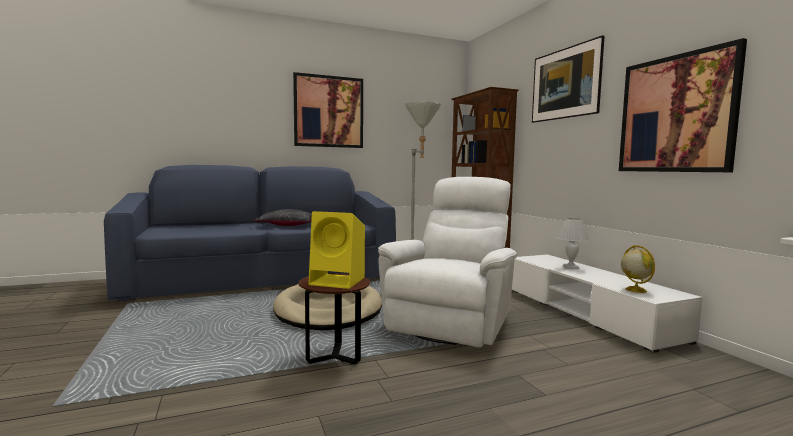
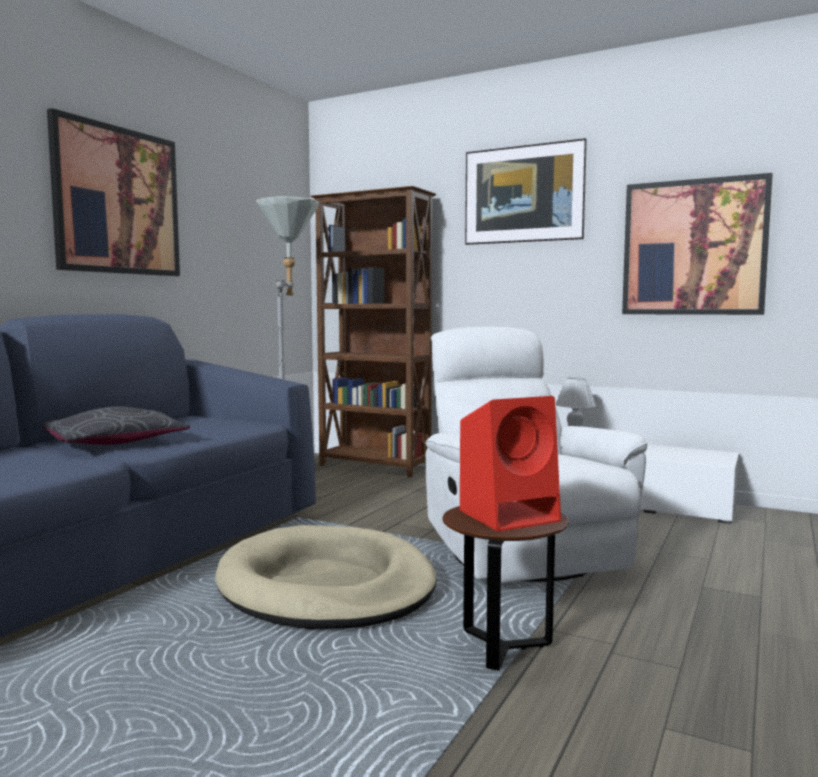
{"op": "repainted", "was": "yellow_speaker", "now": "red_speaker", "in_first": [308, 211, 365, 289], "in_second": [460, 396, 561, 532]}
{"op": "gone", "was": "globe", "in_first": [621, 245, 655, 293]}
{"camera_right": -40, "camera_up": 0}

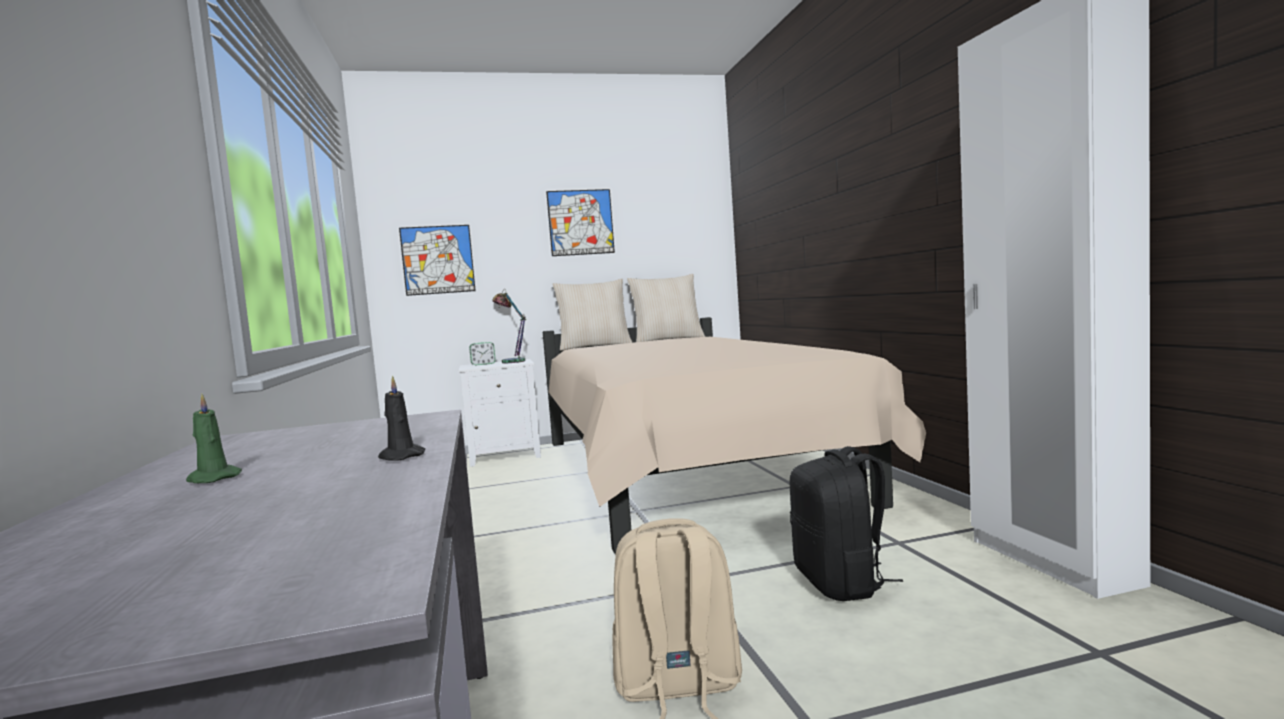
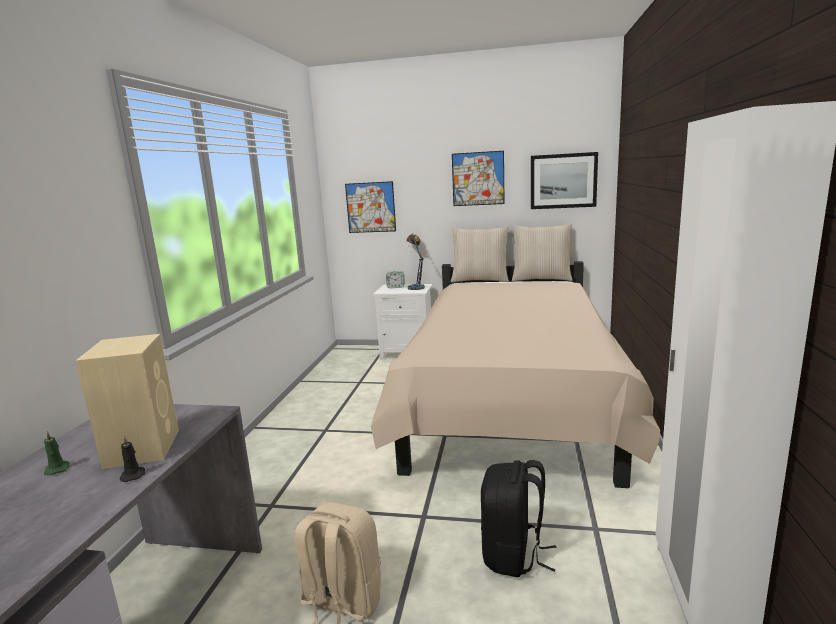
{"op": "new", "now": "beige_speaker", "in_second": [76, 334, 179, 469]}
{"op": "new", "now": "picture", "in_second": [531, 152, 598, 209]}
{"camera_right": 25, "camera_up": 10}

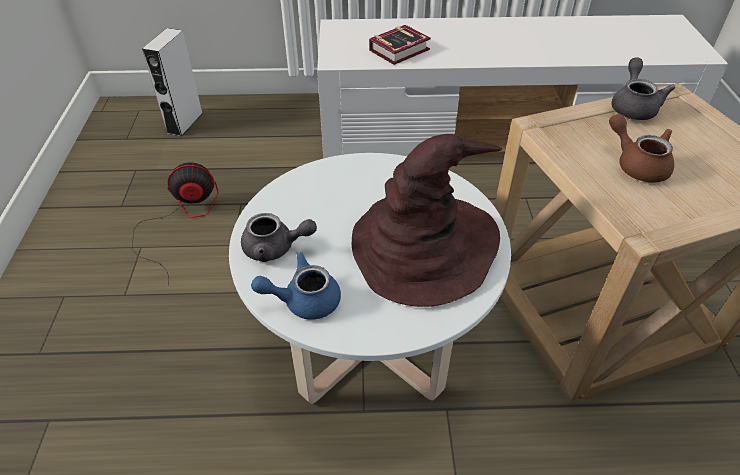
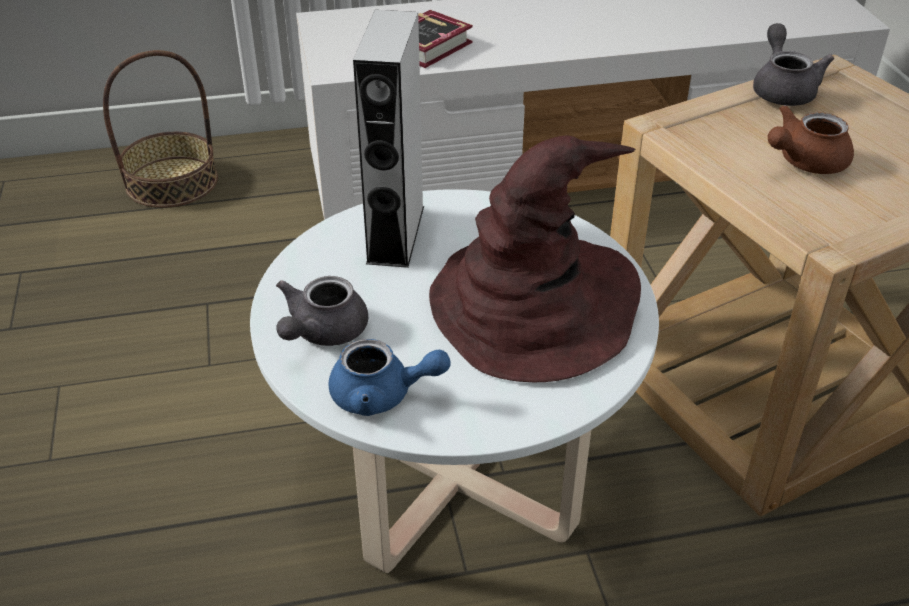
{"op": "gone", "was": "fan", "in_first": [132, 163, 219, 286]}
{"op": "shifted", "was": "grey_speaker", "in_first": [142, 28, 203, 137], "in_second": [353, 10, 424, 268]}
{"op": "rotated", "was": "grey_teapot", "in_first": [241, 213, 317, 262], "in_second": [276, 276, 368, 346], "clockwise": 120}
{"op": "rotated", "was": "blue_teapot", "in_first": [251, 252, 341, 320], "in_second": [328, 339, 450, 416], "clockwise": -150}
{"op": "rotated", "was": "brown_teapot", "in_first": [609, 114, 674, 183], "in_second": [768, 105, 854, 174], "clockwise": -75}
{"op": "new", "now": "basket", "in_second": [103, 50, 218, 208]}
{"camera_right": -10, "camera_up": -5}

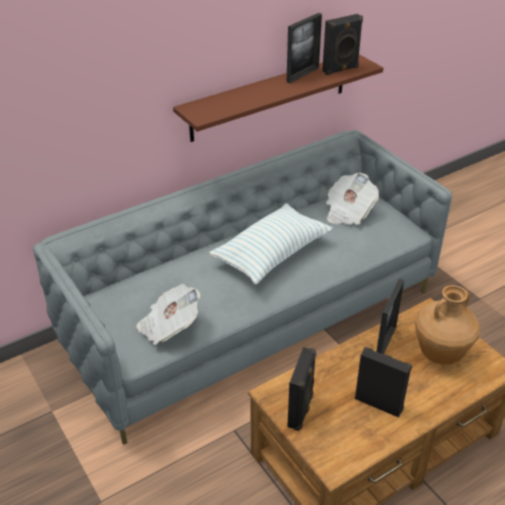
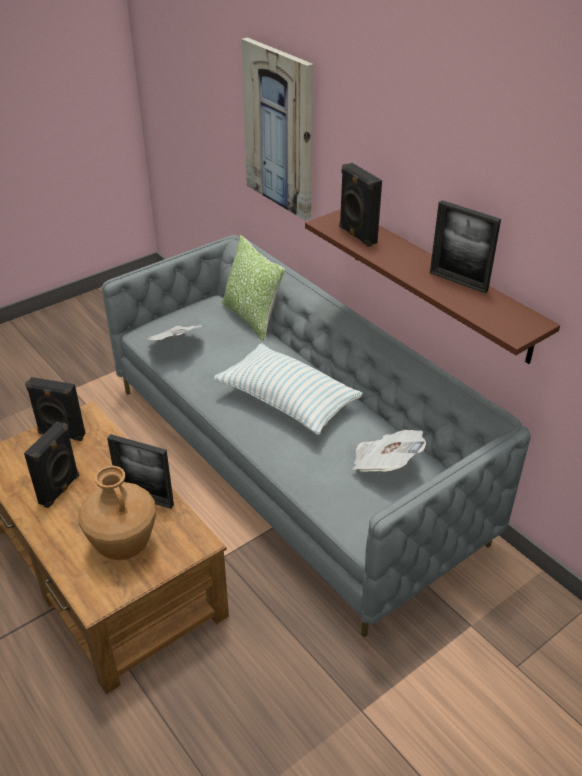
{"op": "shifted", "was": "black_speaker", "in_first": [322, 14, 363, 75], "in_second": [339, 163, 382, 247]}
{"op": "new", "now": "pillow", "in_second": [222, 235, 285, 341]}
{"op": "new", "now": "picture", "in_second": [241, 37, 314, 221]}
{"camera_right": 85, "camera_up": 0}

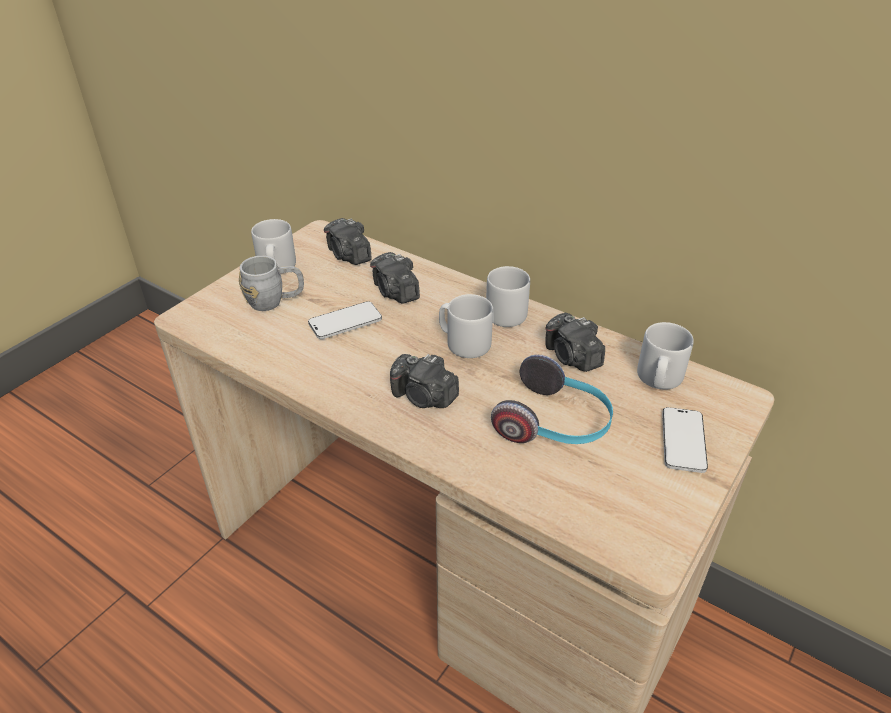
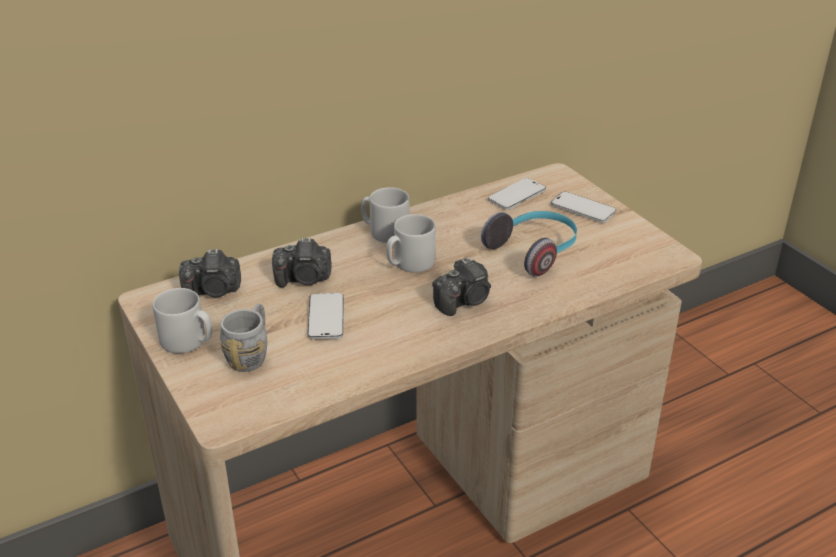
{"op": "gone", "was": "photo_camera", "in_first": [546, 313, 605, 372]}
{"op": "swapped", "was": "grey_mug", "now": "phone", "in_first": [637, 322, 694, 390], "in_second": [488, 178, 546, 210]}
{"camera_right": -65, "camera_up": -5}

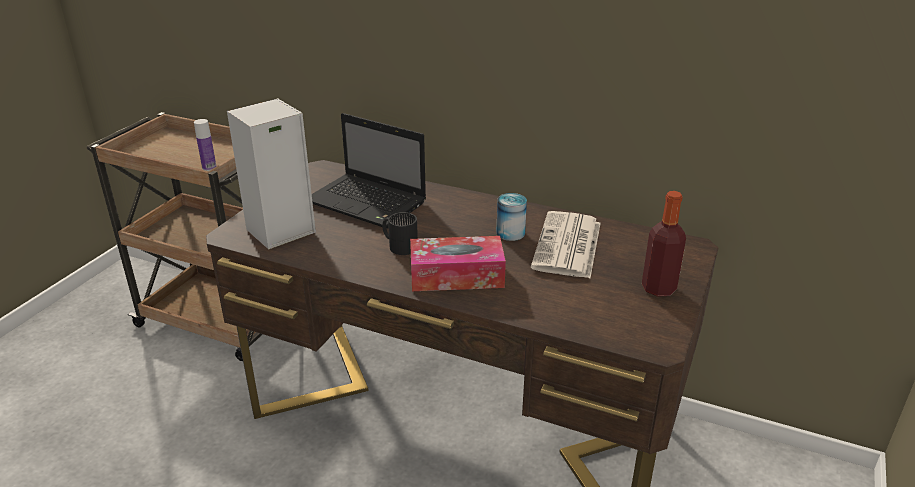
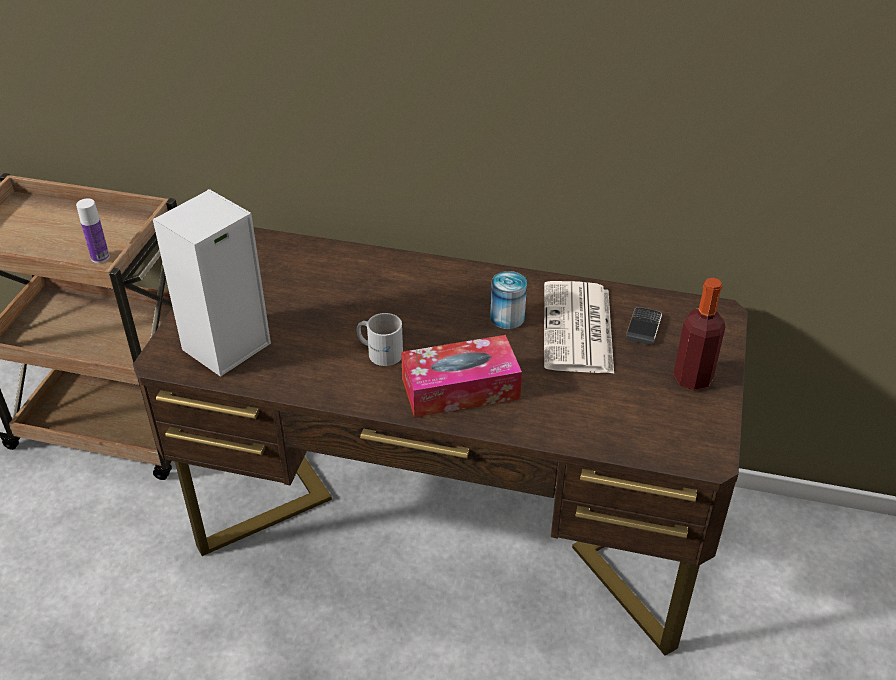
{"op": "gone", "was": "laptop", "in_first": [312, 113, 426, 229]}
{"op": "repainted", "was": "black_mug", "now": "white_mug", "in_first": [382, 212, 418, 255], "in_second": [356, 313, 403, 366]}
{"op": "new", "now": "phone", "in_second": [626, 307, 662, 345]}
{"camera_right": -10, "camera_up": 10}

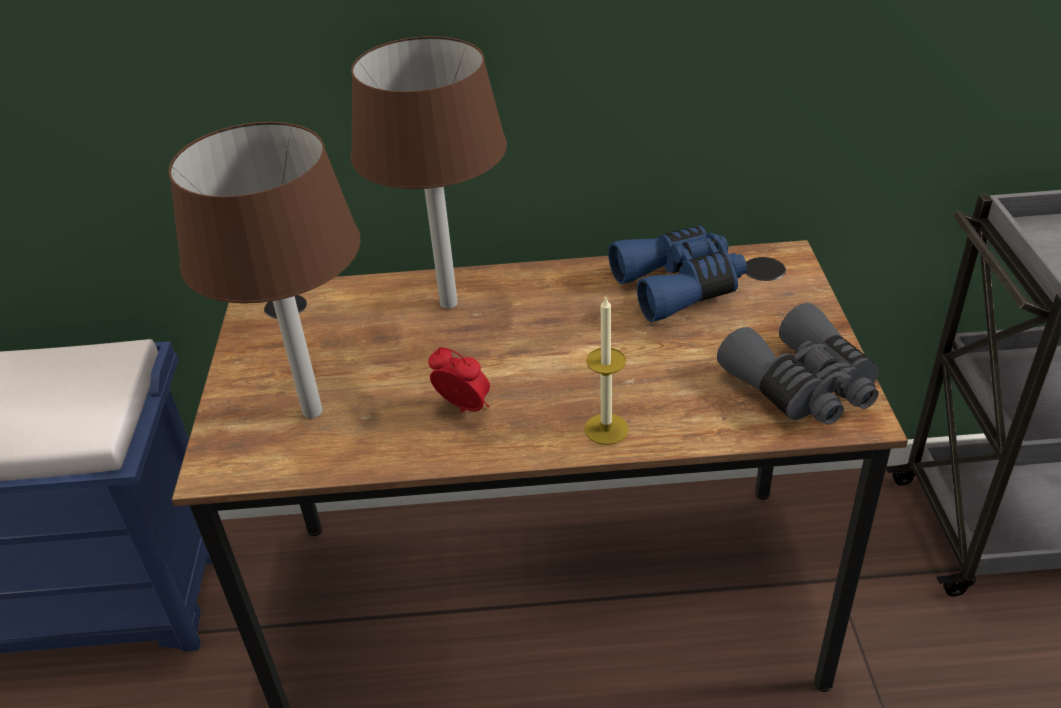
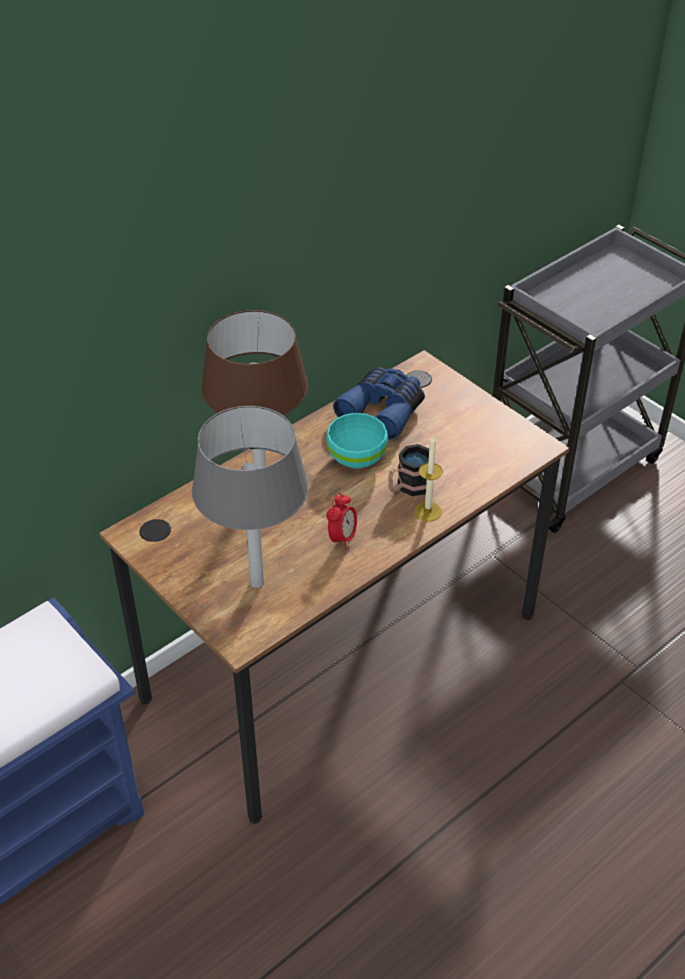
{"op": "repainted", "was": "brown_table_lamp", "now": "grey_table_lamp", "in_first": [169, 122, 361, 418], "in_second": [192, 406, 309, 588]}
{"op": "rotated", "was": "alarm_clock", "in_first": [428, 347, 490, 412], "in_second": [326, 493, 357, 550], "clockwise": 120}
{"op": "gone", "was": "grey_binoculars", "in_first": [717, 303, 879, 424]}
{"op": "new", "now": "turquoise_bowl", "in_second": [326, 413, 388, 469]}
{"op": "new", "now": "mug", "in_second": [388, 444, 429, 496]}
{"camera_right": -40, "camera_up": 5}

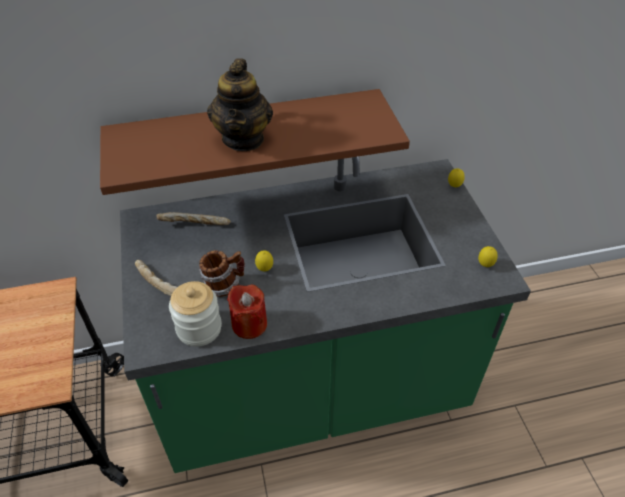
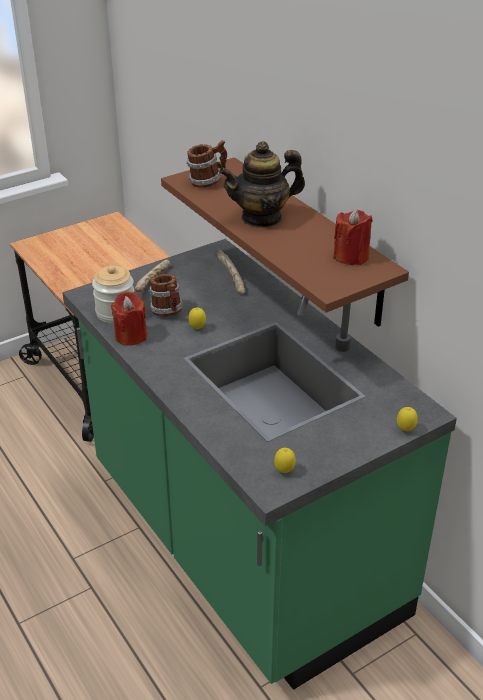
{"op": "new", "now": "mug", "in_second": [186, 140, 227, 188]}
{"op": "new", "now": "red_candle", "in_second": [333, 209, 373, 265]}
{"camera_right": 70, "camera_up": -10}

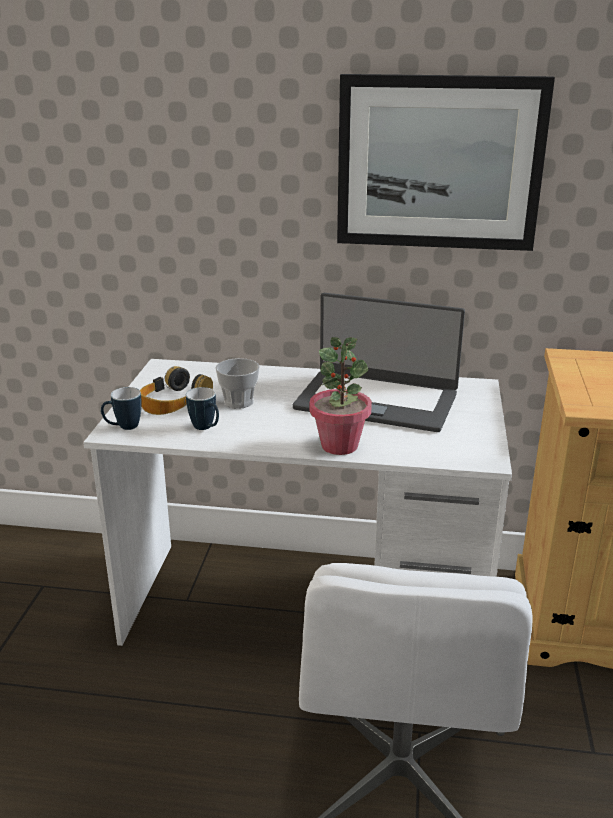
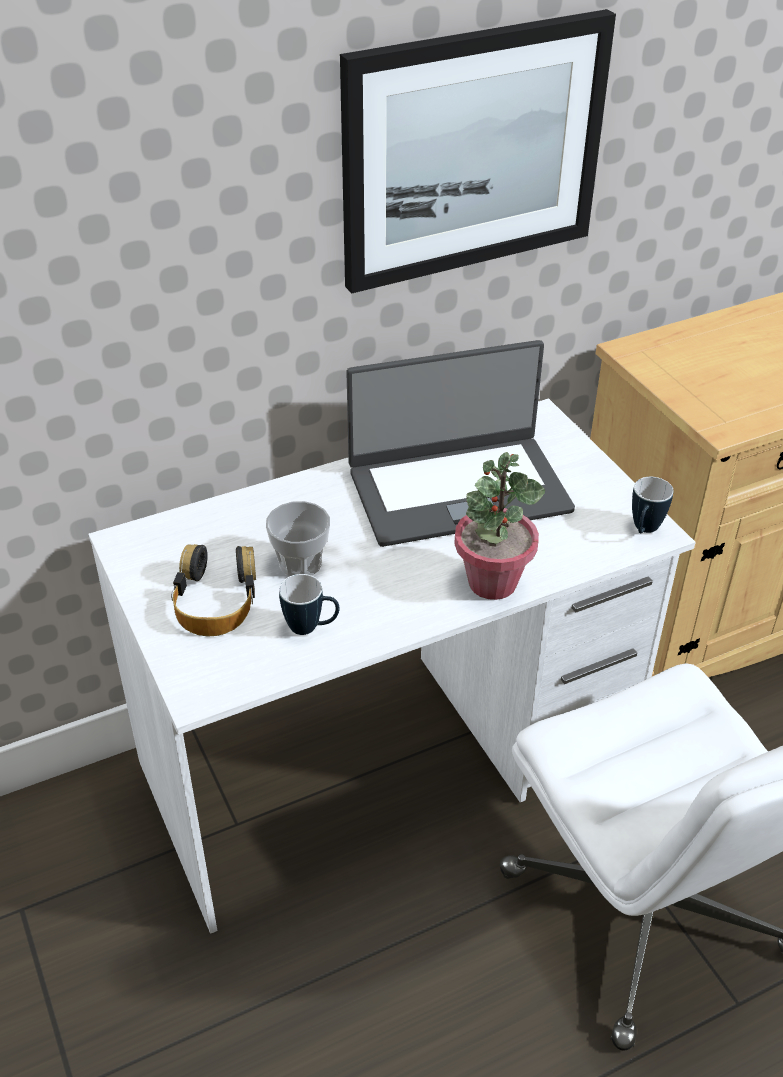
{"op": "shifted", "was": "mug", "in_first": [101, 387, 141, 430], "in_second": [632, 477, 674, 534]}
{"camera_right": -35, "camera_up": 15}

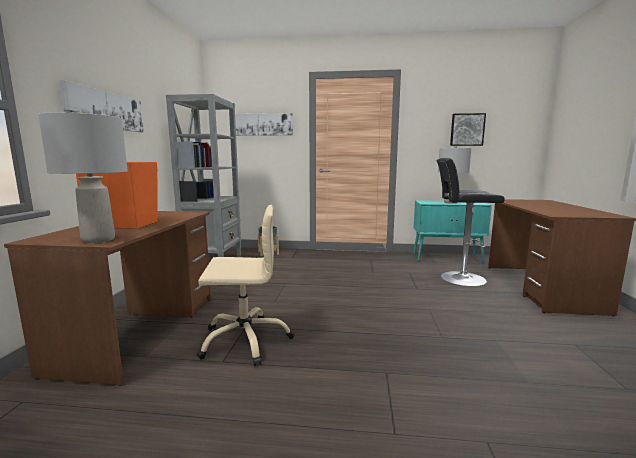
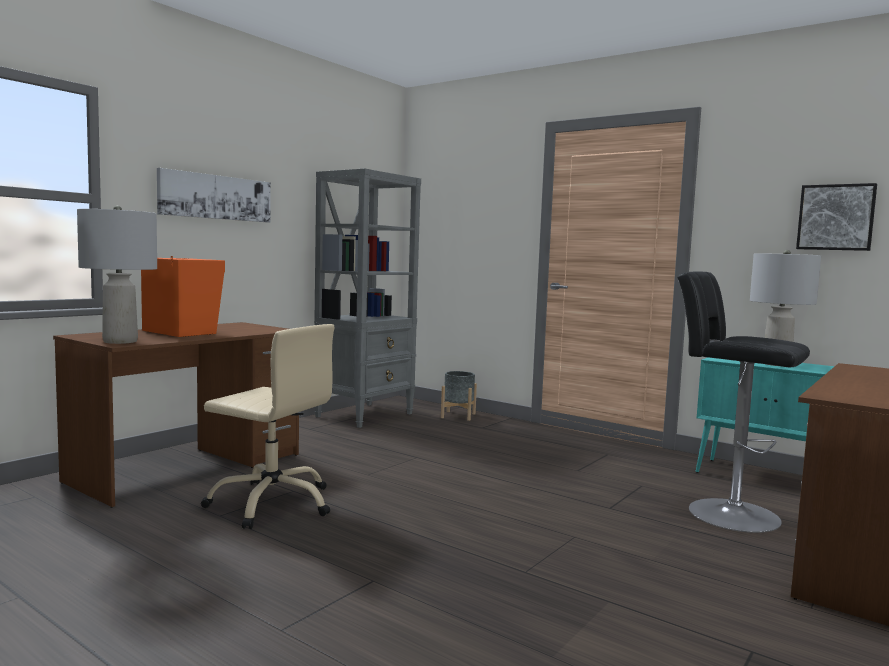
{"op": "gone", "was": "picture", "in_first": [235, 113, 293, 136]}
{"camera_right": 30, "camera_up": -5}

